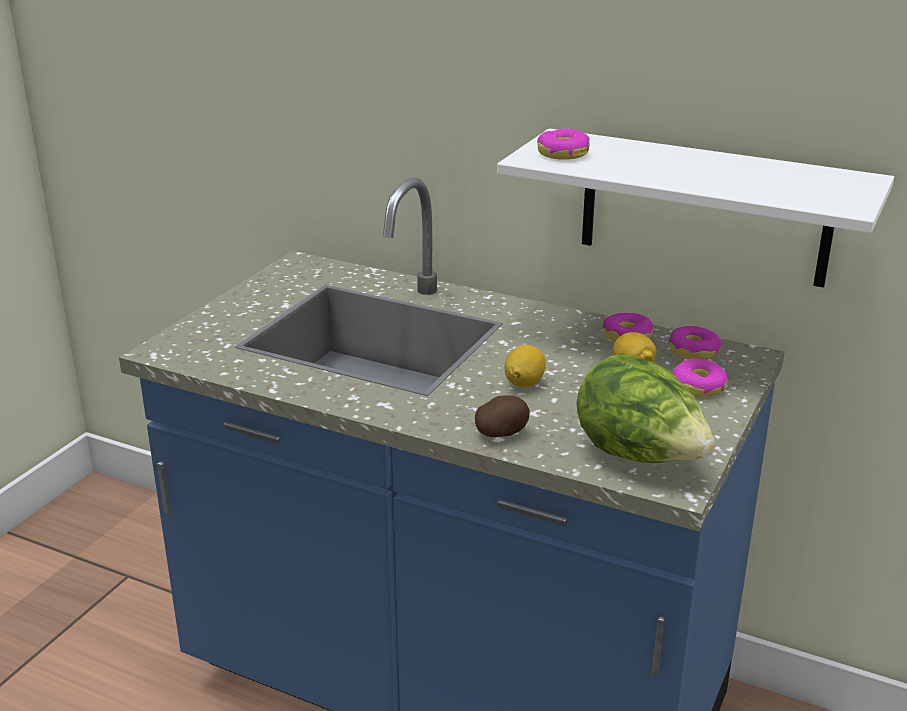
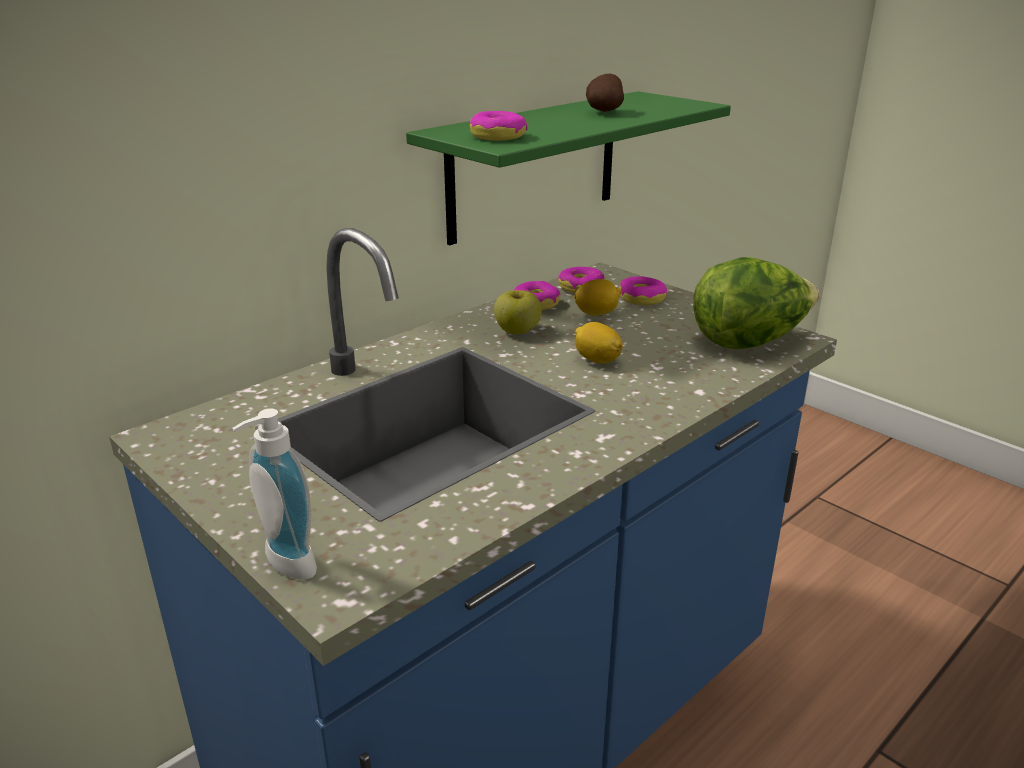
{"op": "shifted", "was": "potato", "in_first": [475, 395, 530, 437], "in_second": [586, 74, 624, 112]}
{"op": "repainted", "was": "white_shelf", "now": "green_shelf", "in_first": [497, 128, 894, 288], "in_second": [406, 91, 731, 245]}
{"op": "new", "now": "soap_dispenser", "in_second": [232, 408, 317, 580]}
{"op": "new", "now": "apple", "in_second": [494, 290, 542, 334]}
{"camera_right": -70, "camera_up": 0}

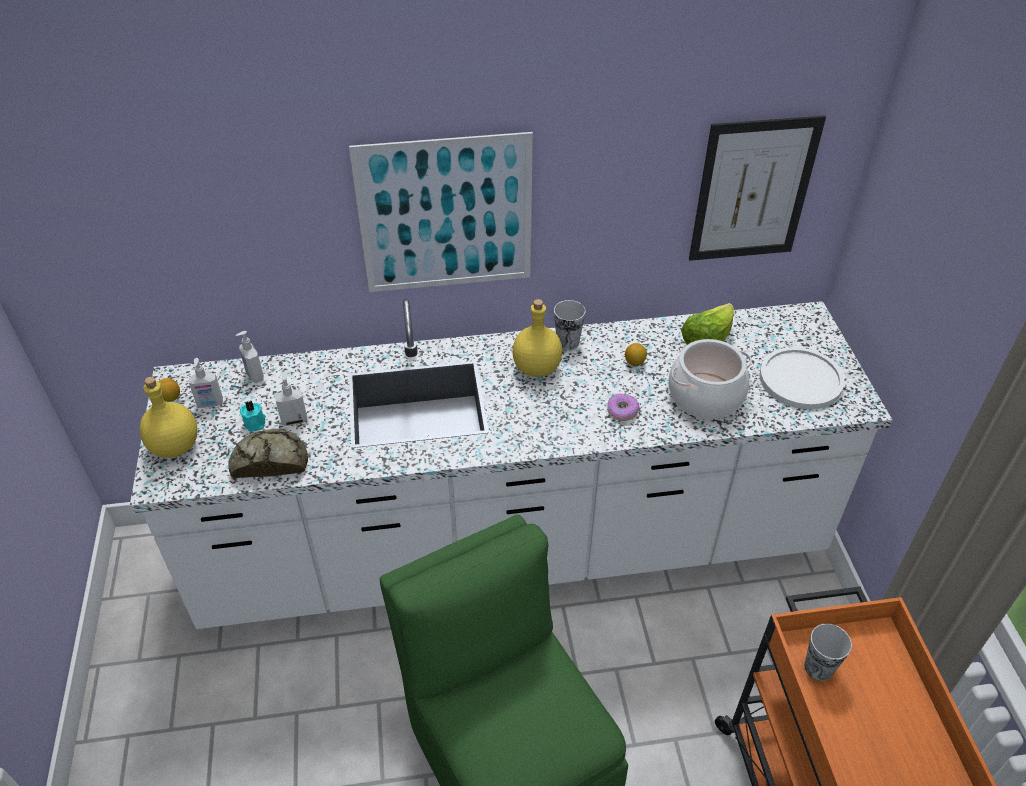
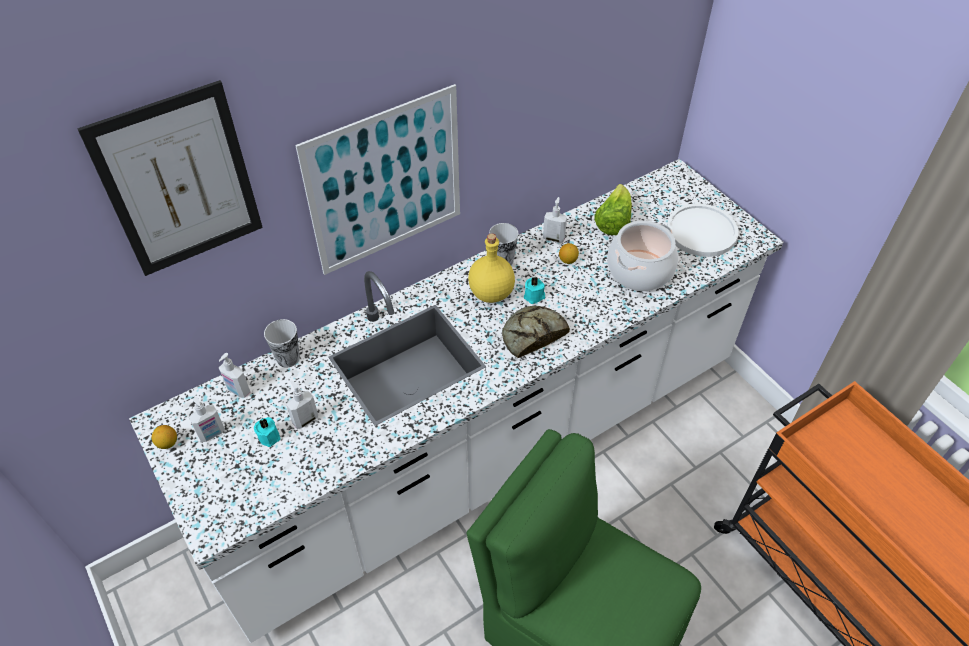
{"op": "gone", "was": "yellow_bottle", "in_first": [140, 377, 197, 458]}
{"op": "shifted", "was": "bread", "in_first": [228, 429, 308, 478], "in_second": [502, 306, 570, 358]}
{"op": "gone", "was": "donut", "in_first": [607, 393, 639, 421]}
{"op": "shifted", "was": "picture", "in_first": [689, 115, 826, 261], "in_second": [78, 80, 263, 276]}
{"op": "shifted", "was": "cup", "in_first": [804, 623, 852, 681], "in_second": [264, 319, 300, 368]}
{"op": "new", "now": "turquoise_candle", "in_second": [524, 277, 545, 304]}
{"op": "new", "now": "soap_dispenser", "in_second": [543, 197, 567, 243]}
{"camera_right": -25, "camera_up": 5}

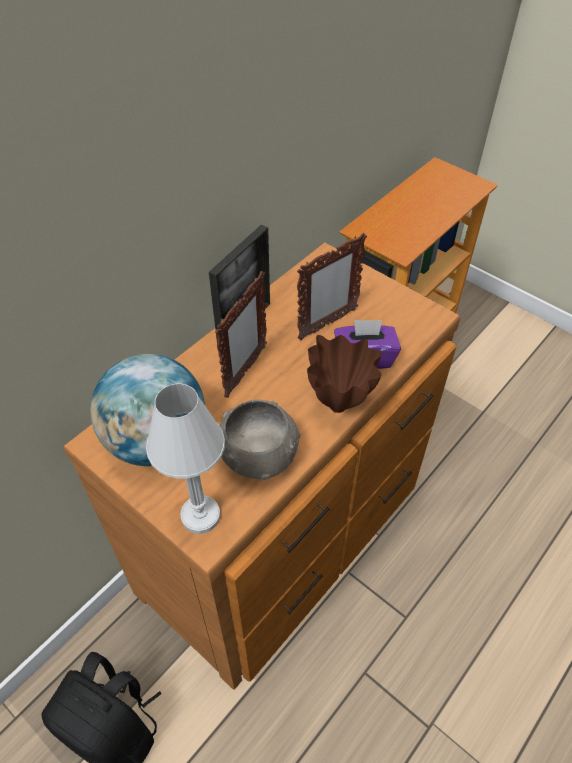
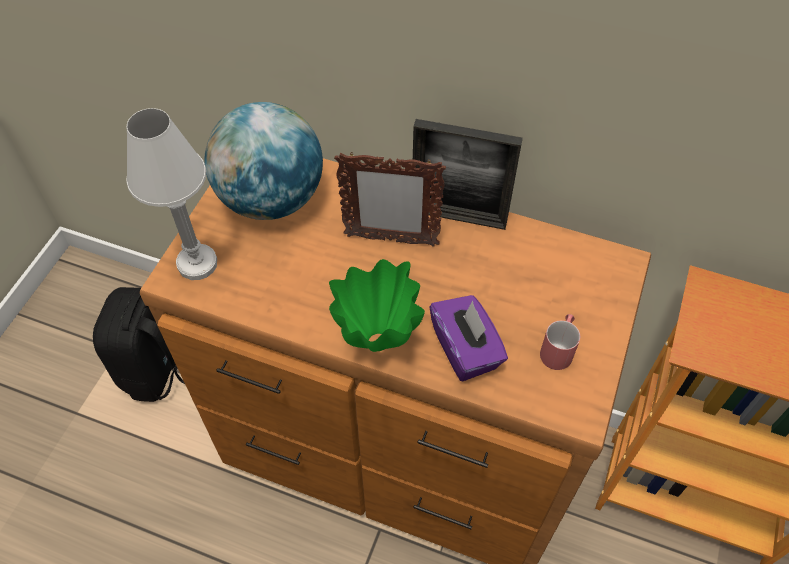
{"op": "gone", "was": "grey_bowl", "in_first": [219, 400, 301, 480]}
{"op": "gone", "was": "picture_frame", "in_first": [297, 233, 367, 340]}
{"op": "repainted", "was": "brown_vase", "now": "green_vase", "in_first": [307, 335, 382, 413], "in_second": [329, 259, 425, 352]}
{"op": "new", "now": "red_mug", "in_second": [540, 314, 580, 370]}
{"camera_right": 70, "camera_up": 5}

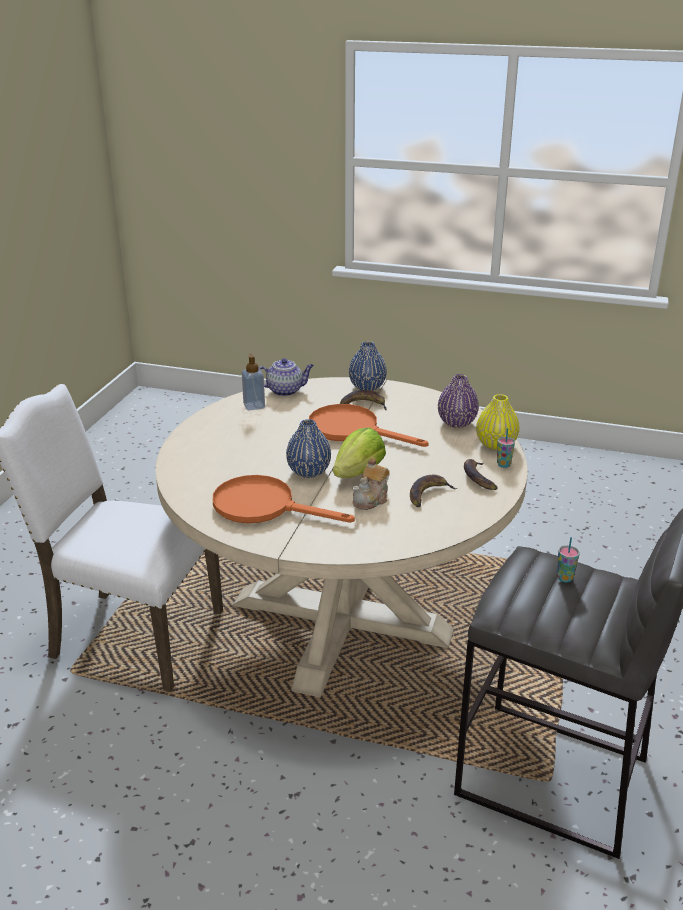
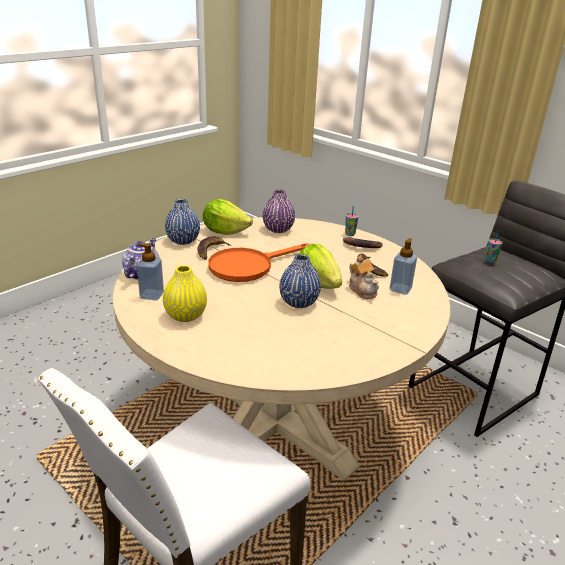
{"op": "gone", "was": "orange_frying_pan", "in_first": [213, 475, 355, 523]}
{"op": "shifted", "was": "yellow_vase", "in_first": [476, 394, 520, 450], "in_second": [163, 265, 207, 322]}
{"op": "new", "now": "lettuce", "in_second": [203, 199, 253, 235]}
{"op": "new", "now": "soap_dispenser", "in_second": [389, 238, 417, 295]}
{"camera_right": -65, "camera_up": 0}

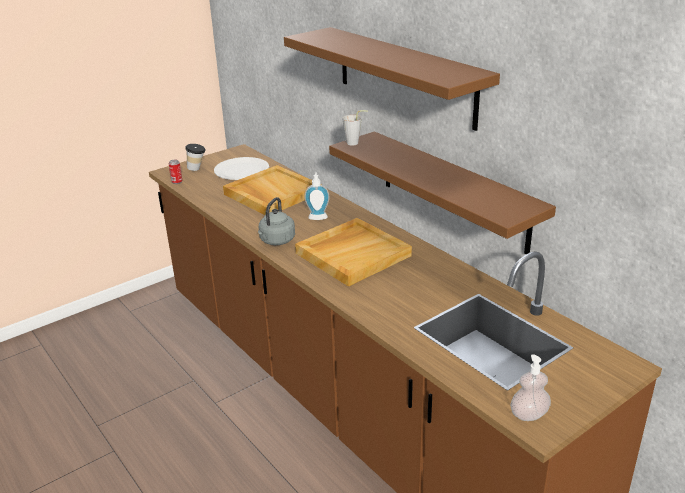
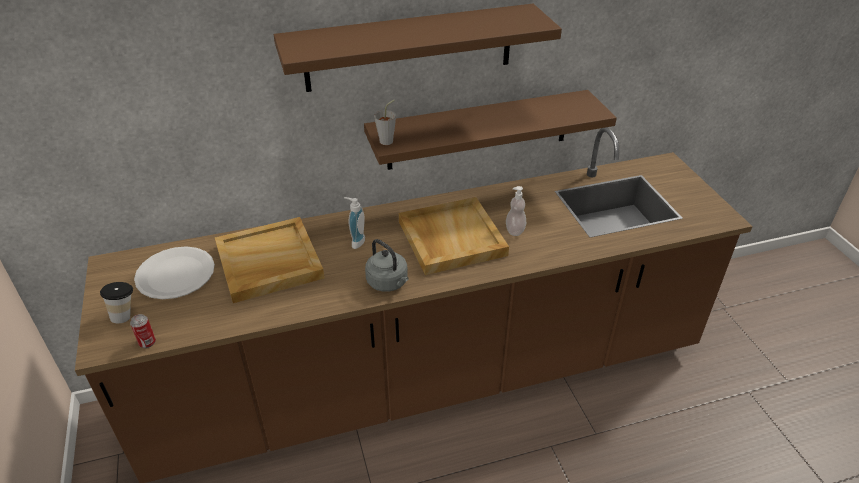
{"op": "shifted", "was": "soap_dispenser", "in_first": [510, 354, 551, 421], "in_second": [506, 186, 526, 236]}
{"camera_right": -70, "camera_up": 10}

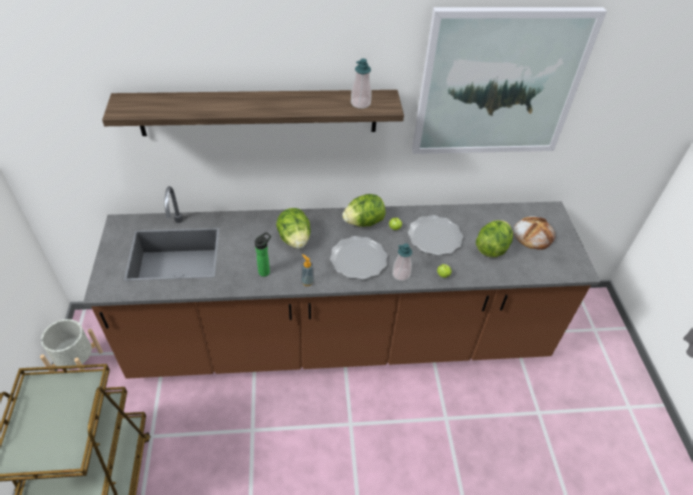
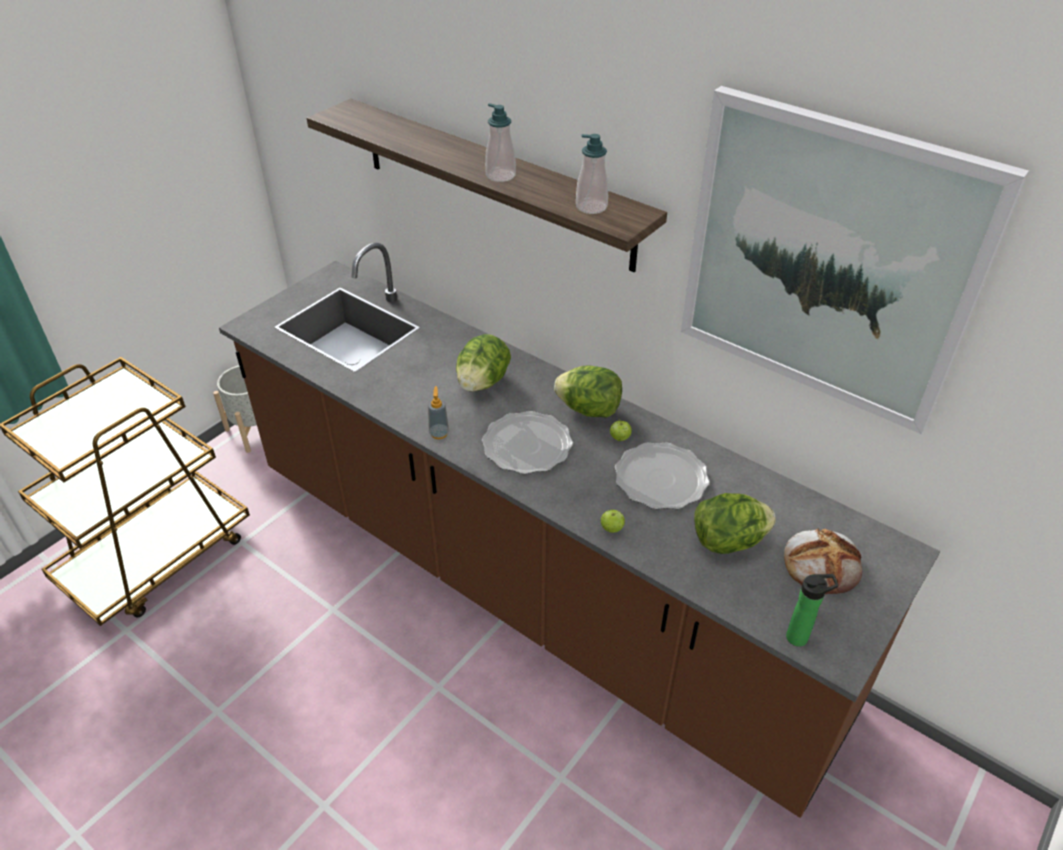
{"op": "shifted", "was": "bottle", "in_first": [255, 232, 271, 277], "in_second": [786, 574, 838, 646]}
{"op": "shifted", "was": "soap_dispenser", "in_first": [392, 243, 412, 281], "in_second": [485, 103, 516, 182]}
{"camera_right": 45, "camera_up": -5}

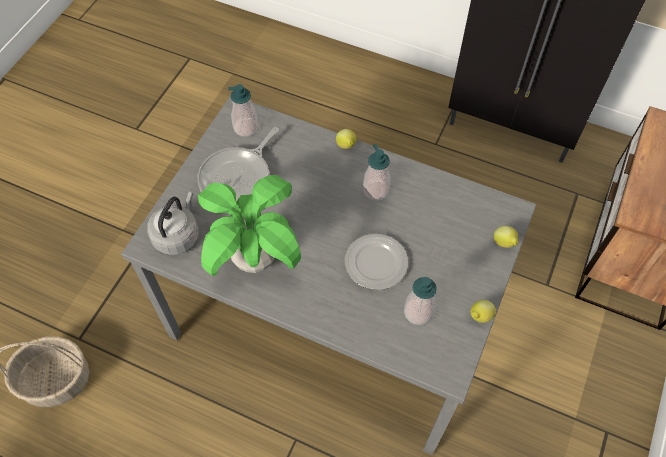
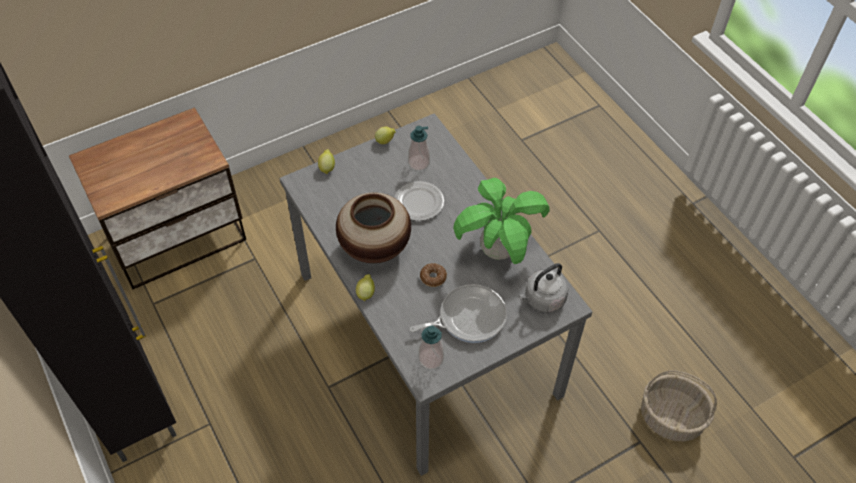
{"op": "swapped", "was": "soap_dispenser", "now": "vase", "in_first": [363, 144, 390, 201], "in_second": [336, 193, 411, 264]}
{"op": "new", "now": "donut", "in_second": [420, 263, 447, 287]}
{"camera_right": -145, "camera_up": -5}

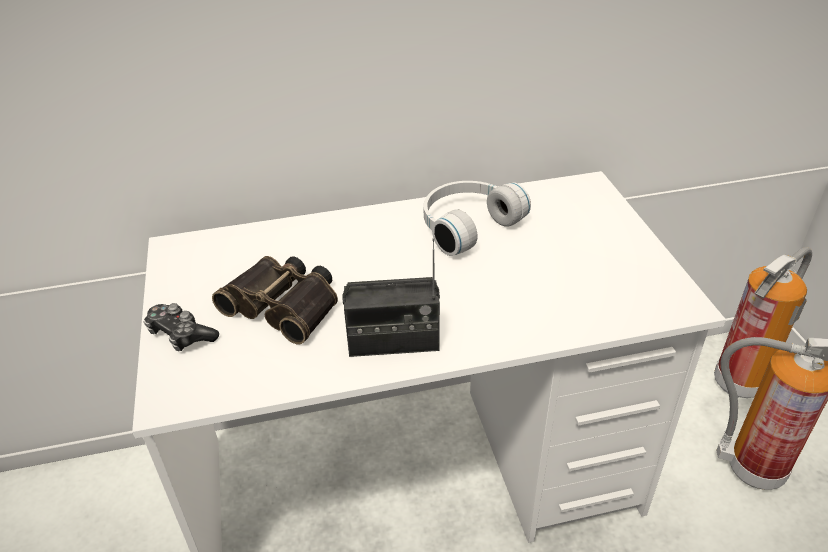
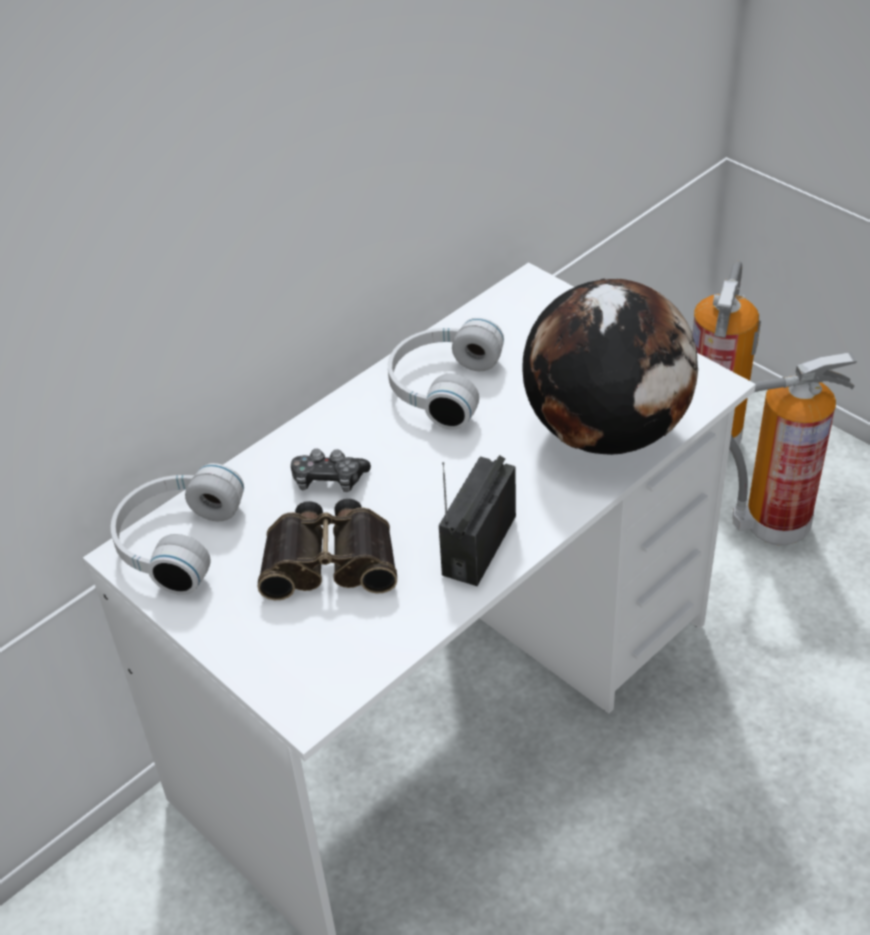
{"op": "shifted", "was": "game_controller", "in_first": [143, 303, 219, 351], "in_second": [291, 449, 371, 492]}
{"op": "rotated", "was": "radio", "in_first": [342, 238, 440, 357], "in_second": [439, 455, 516, 586], "clockwise": 150}
{"op": "new", "now": "white_headphones", "in_second": [111, 463, 244, 595]}
{"op": "new", "now": "globe", "in_second": [522, 279, 698, 455]}
{"camera_right": -30, "camera_up": 5}

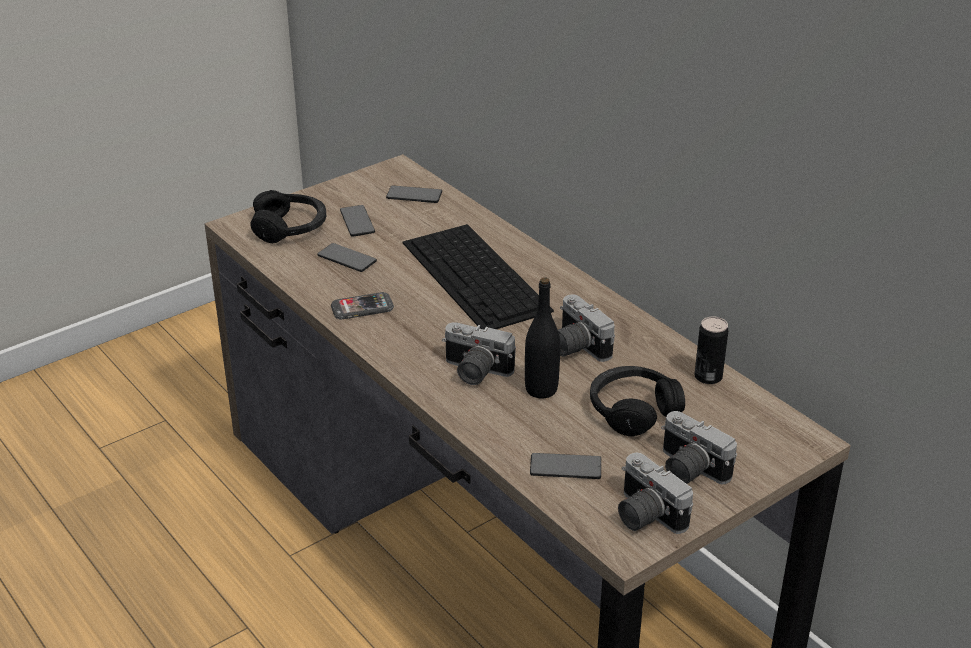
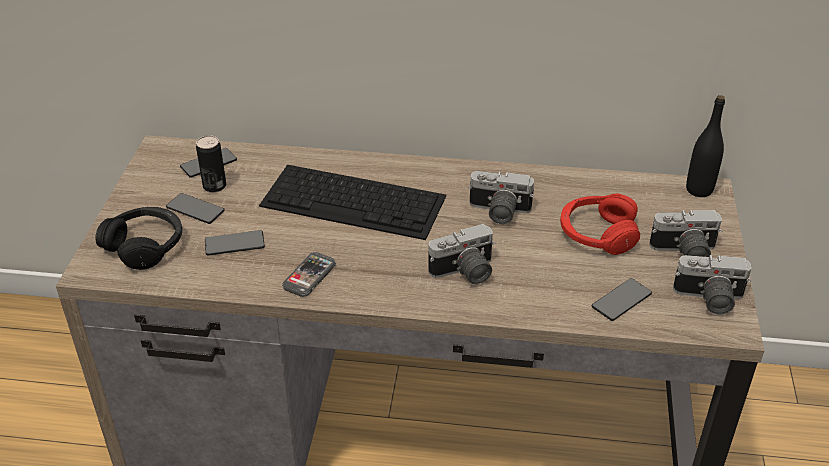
{"op": "shifted", "was": "black_bottle", "in_first": [525, 277, 560, 398], "in_second": [686, 95, 725, 197]}
{"op": "repainted", "was": "black_headphones", "now": "red_headphones", "in_first": [590, 366, 685, 437], "in_second": [560, 194, 640, 255]}
{"op": "shifted", "was": "can", "in_first": [694, 317, 729, 384], "in_second": [196, 135, 226, 192]}
{"camera_right": -45, "camera_up": 5}

